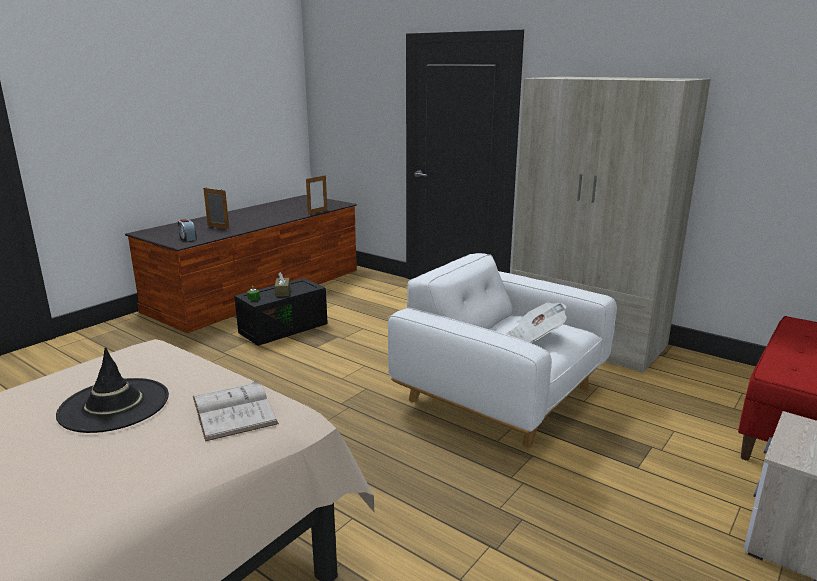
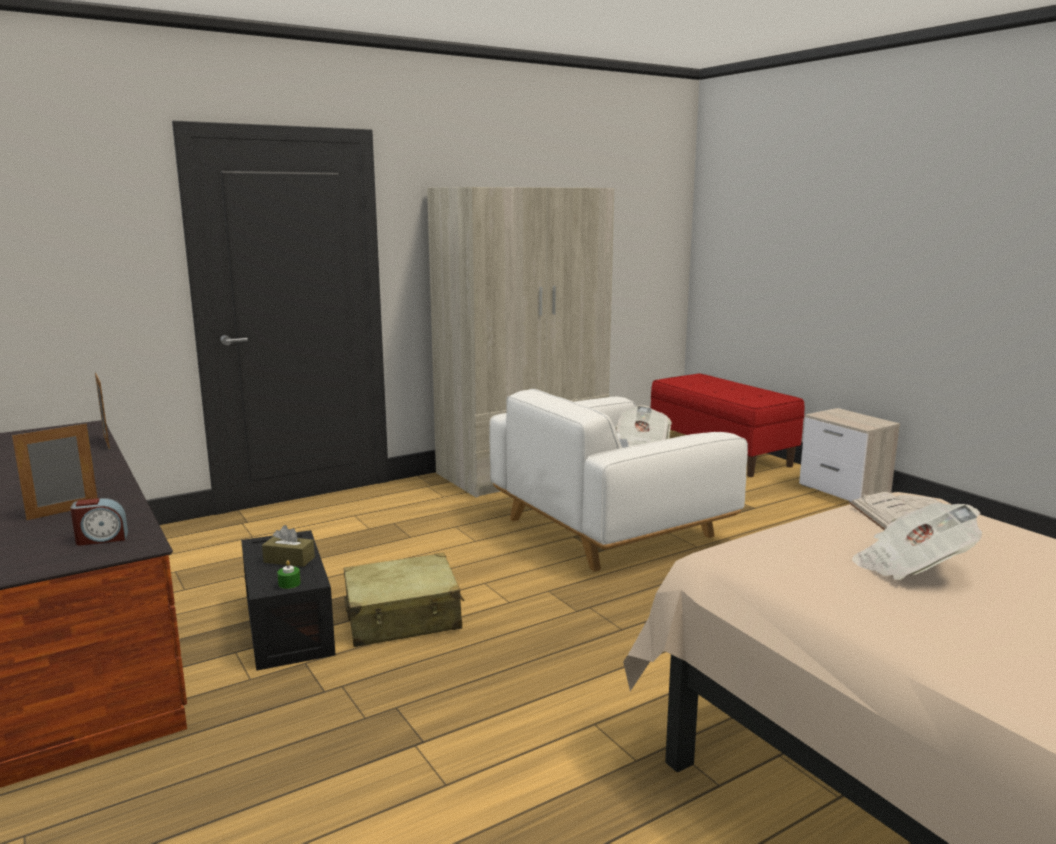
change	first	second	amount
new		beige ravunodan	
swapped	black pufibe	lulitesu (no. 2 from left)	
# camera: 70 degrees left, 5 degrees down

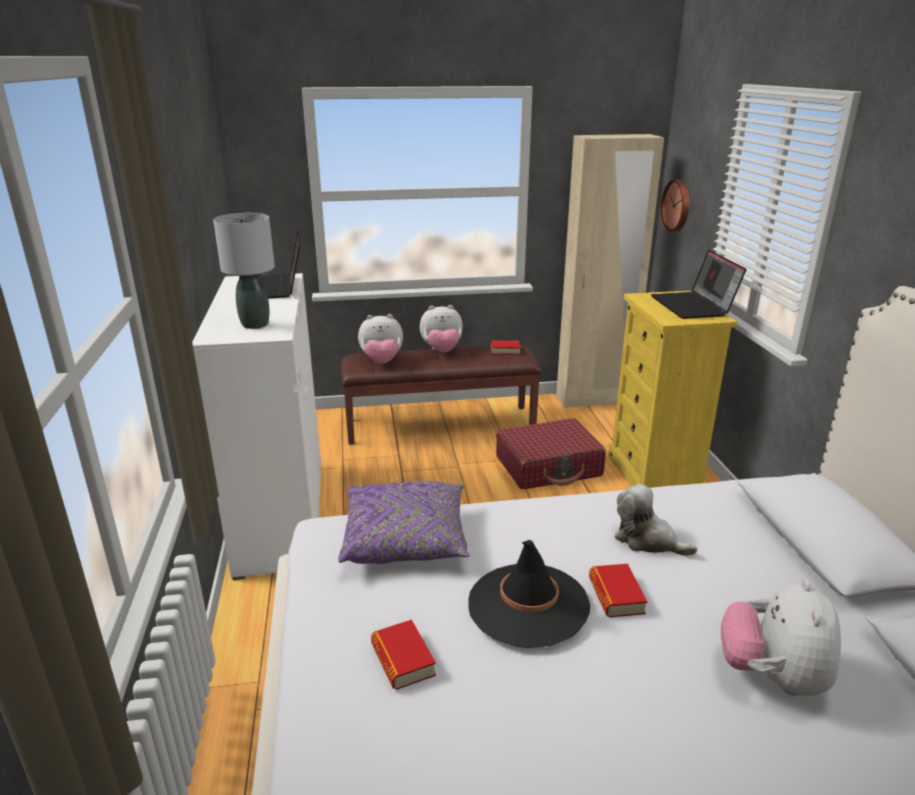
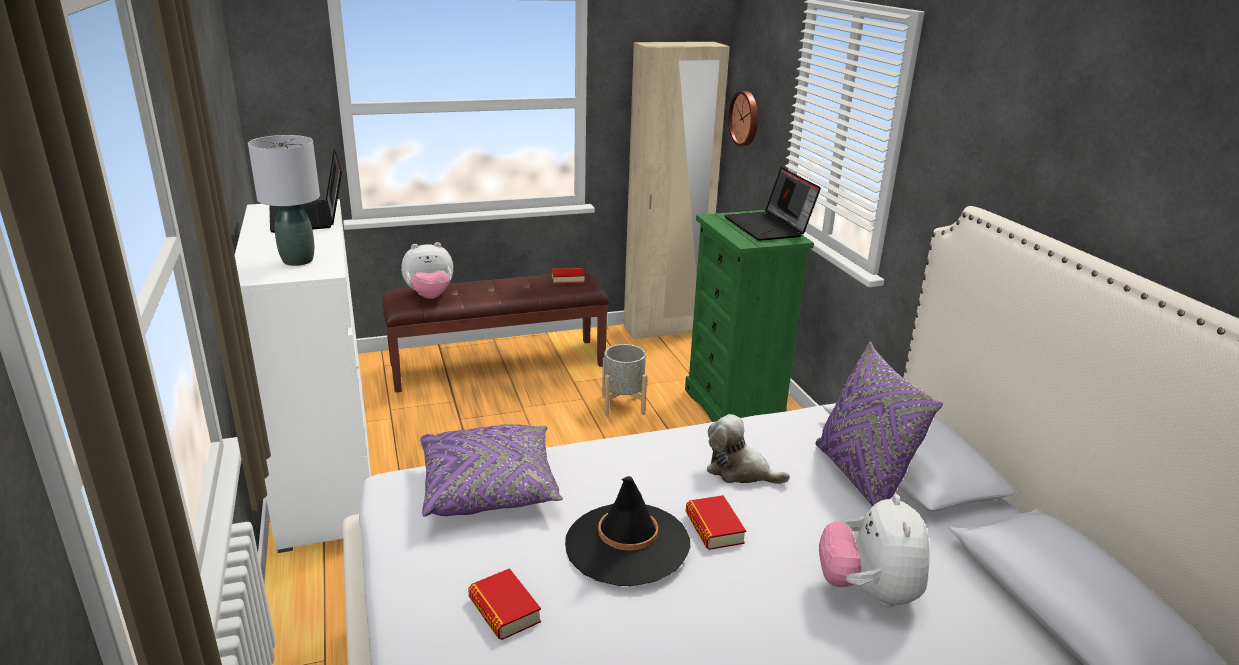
change	first	second	amount
swapped	red ravunodan	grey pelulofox	
repainted	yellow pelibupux	green pelibupux	
new		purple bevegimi (no. 2 from left)	
gone	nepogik (no. 2 from left)		
# camera: 10 degrees left, 0 degrees up

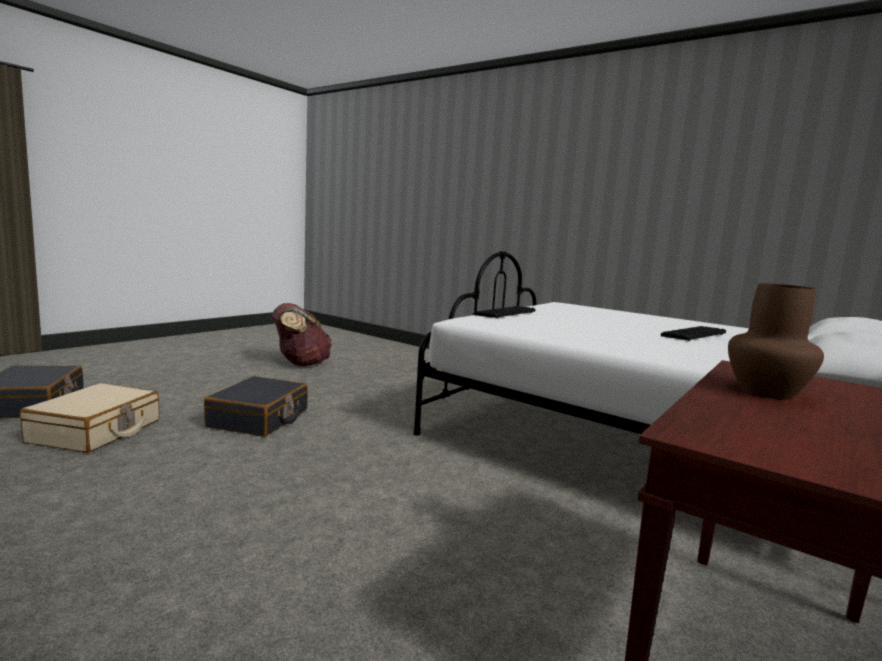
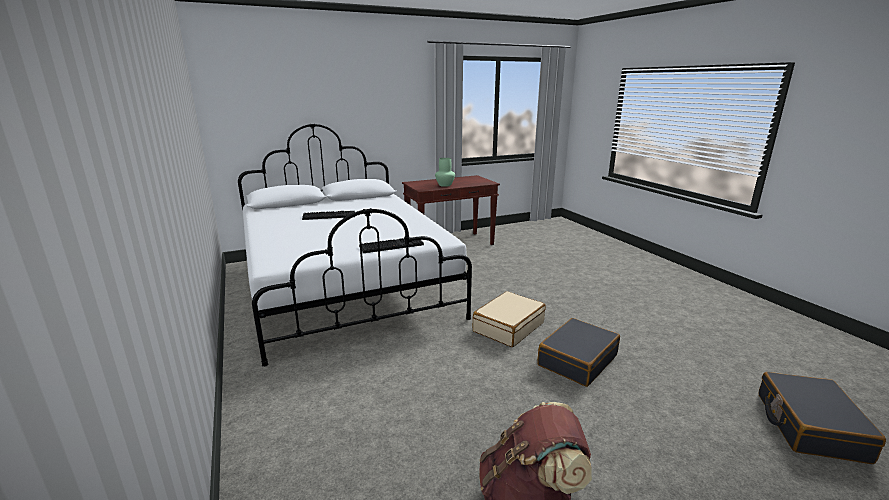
change	first	second	amount
repainted	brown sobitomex	green sobitomex	
shifted	beige ravunodan		
# camera: 150 degrees left, 10 degrees up

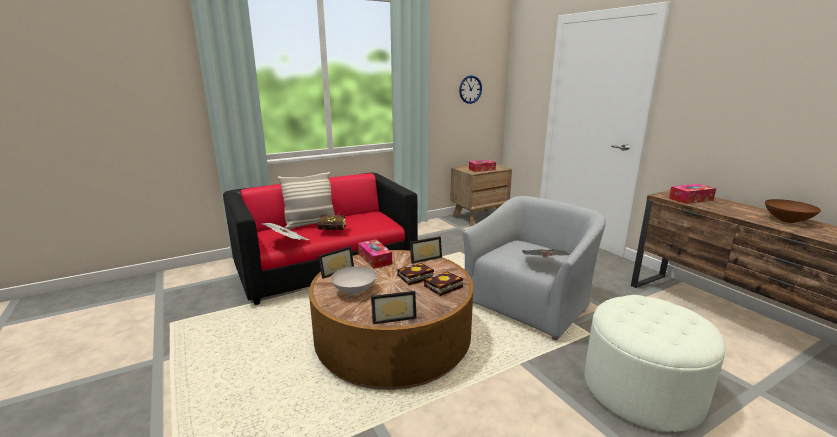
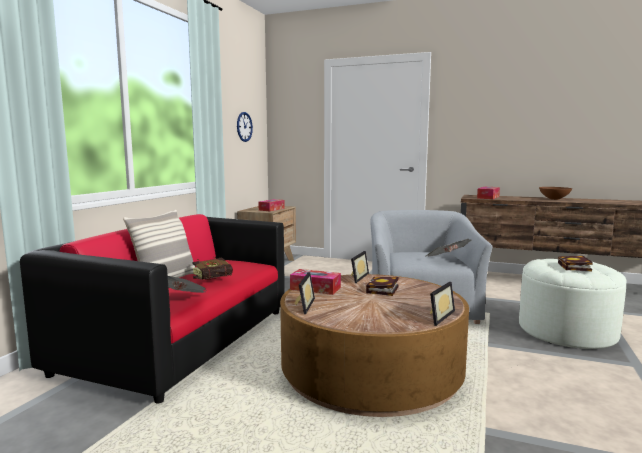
change	first	second	amount
shifted	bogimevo (no. 3 from left)		
gone	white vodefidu		
# camera: 40 degrees left, 10 degrees down

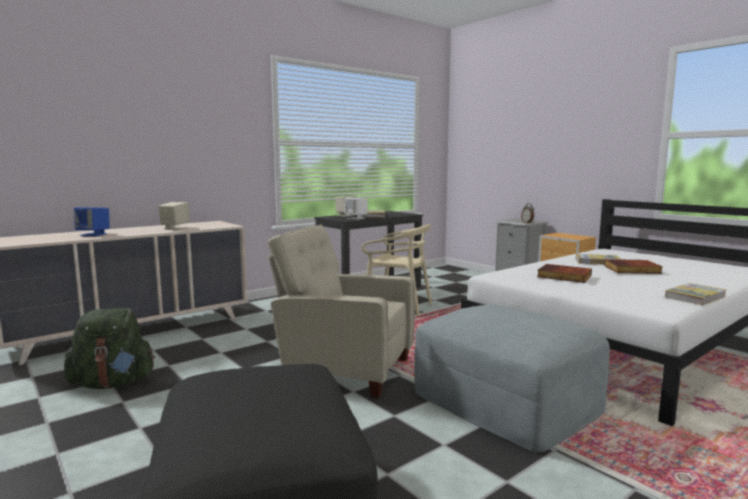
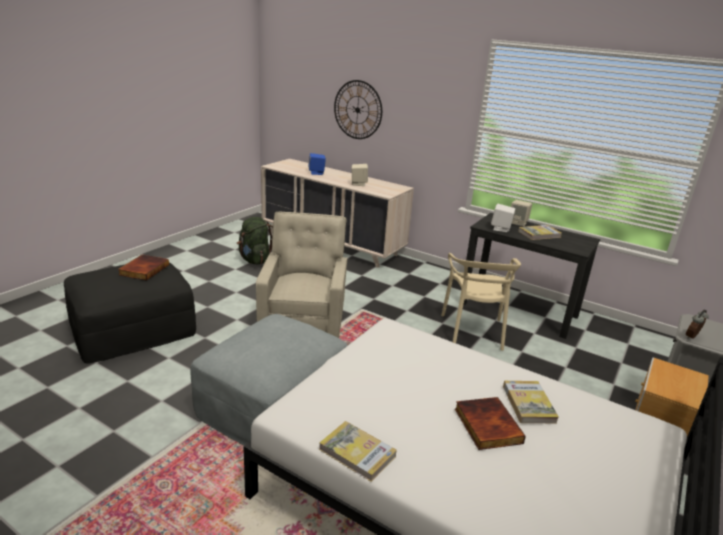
change	first	second	amount
shifted	bogimevo (no. 2 from left in the first image)	bogimevo (no. 1 from left)	
new		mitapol	
# camera: 70 degrees right, 15 degrees up

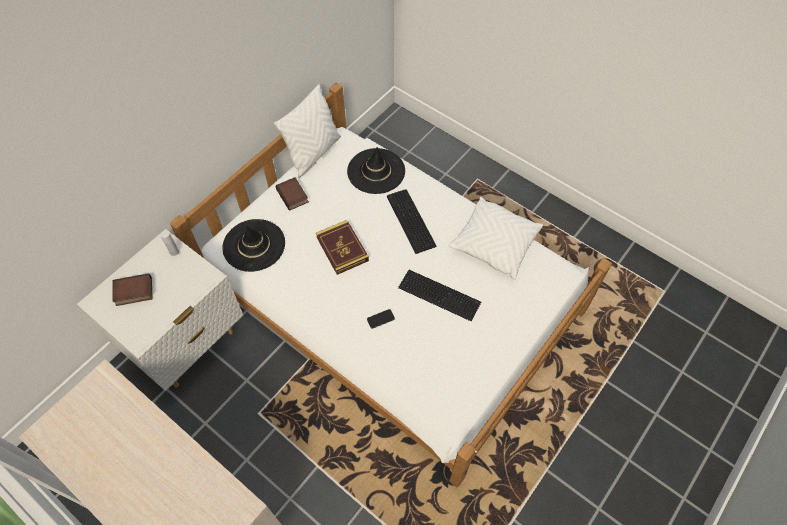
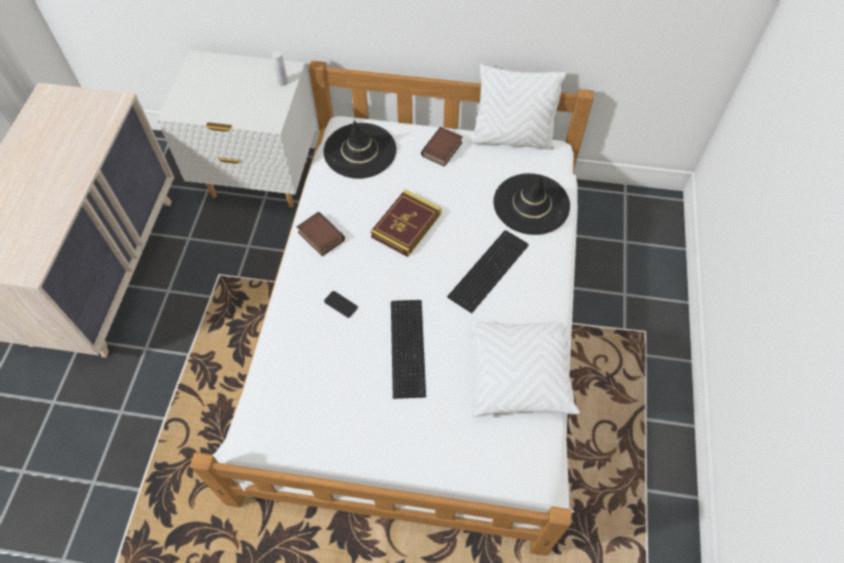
change	first	second	amount
shifted	bogimevo (no. 1 from left)		
# camera: 60 degrees right, 0 degrees up

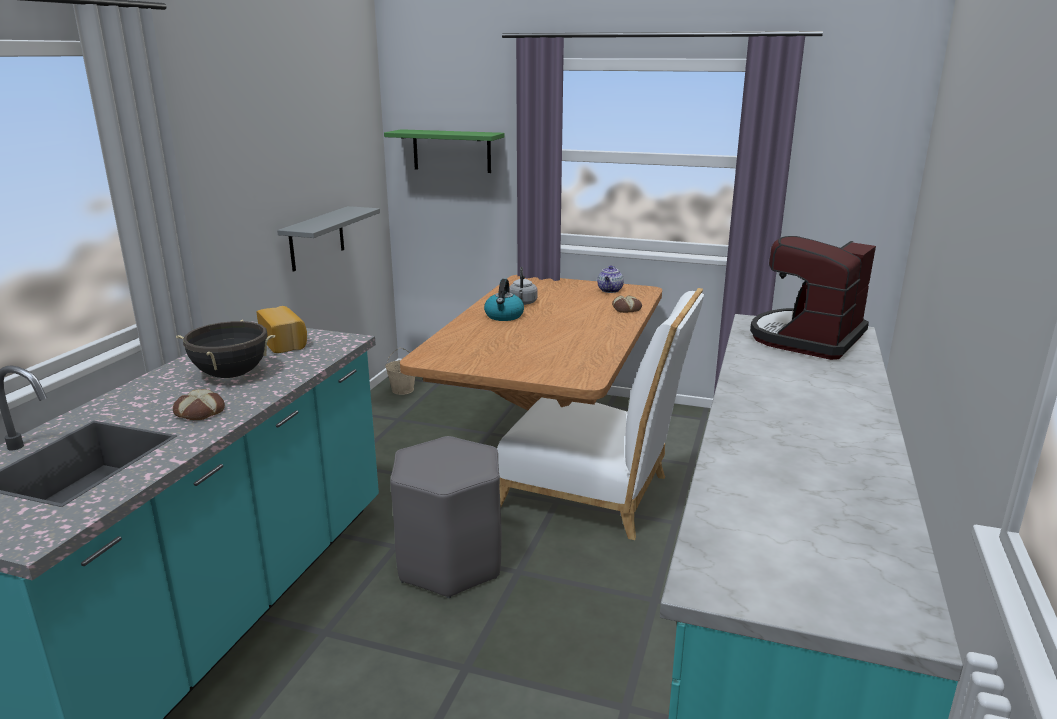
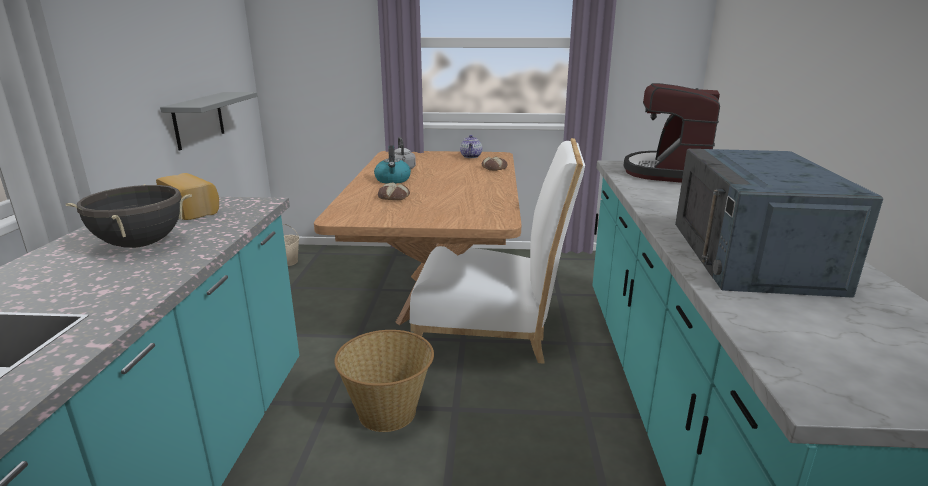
change	first	second	amount
swapped	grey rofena	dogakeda	
shifted	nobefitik (no. 1 from left in the first image)	nobefitik (no. 2 from left)	
new		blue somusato	
gone	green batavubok		
# camera: 15 degrees left, 0 degrees up

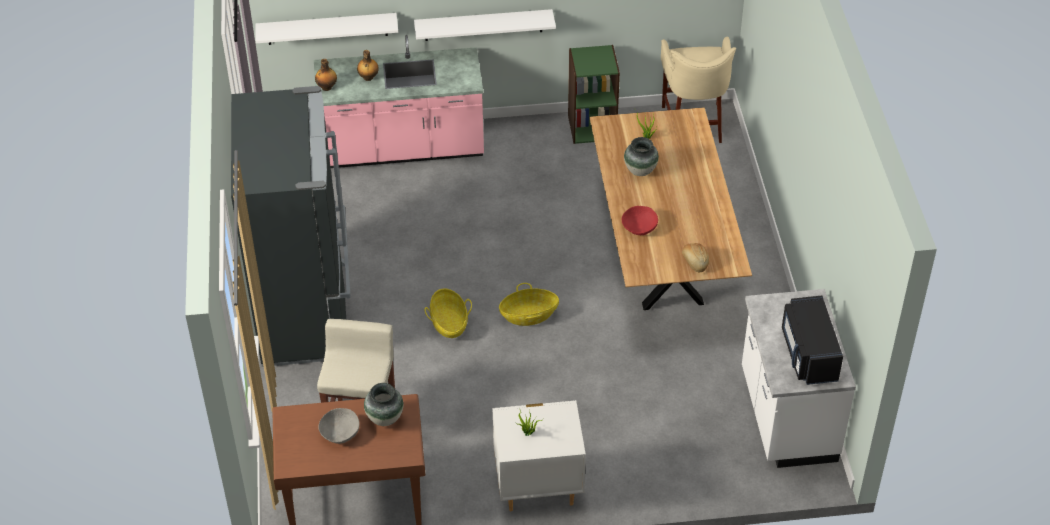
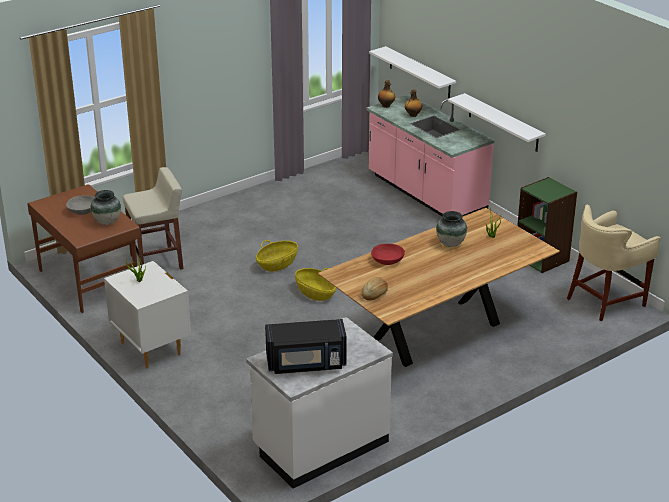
change	first	second	amount
rotated	black somusato		150 degrees counterclockwise
gone	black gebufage		
# camera: 60 degrees right, 15 degrees down

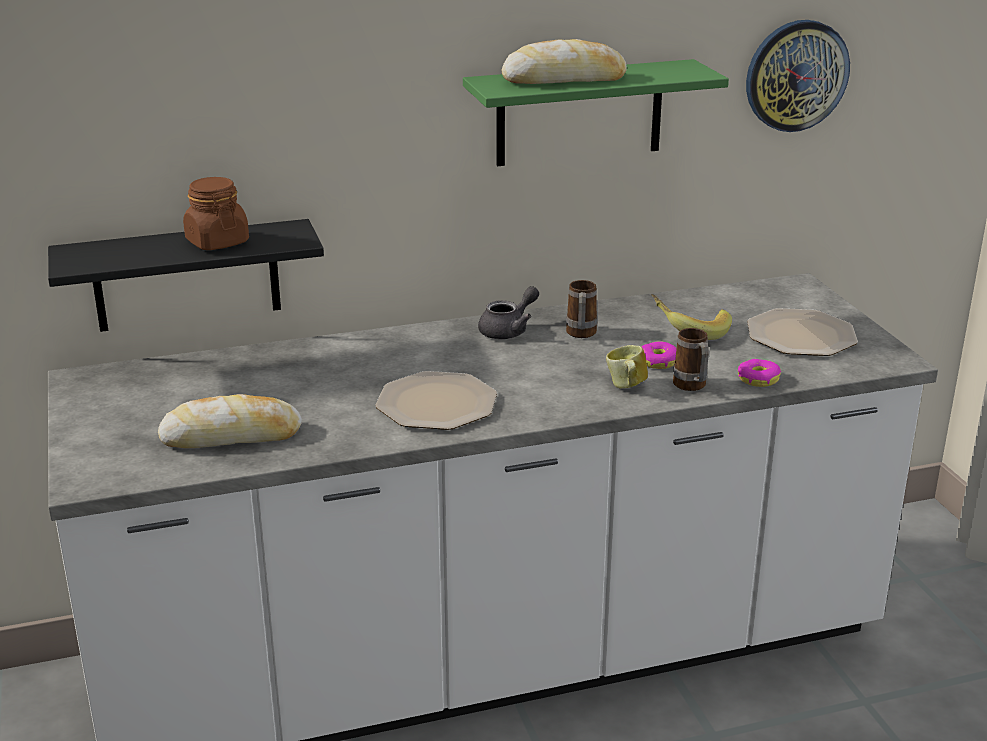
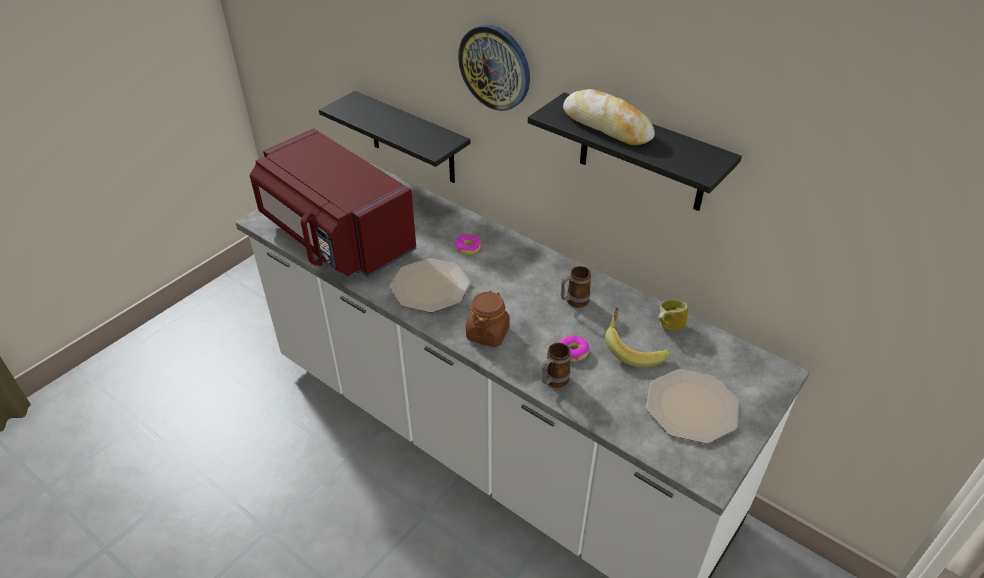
change	first	second	amount
swapped	nobefitik (no. 1 from left)	red somusato	
shifted	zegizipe (no. 2 from left in the first image)	zegizipe (no. 1 from left)	
shifted	mitapol		
shifted	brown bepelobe		
repainted	green batavubok	black batavubok (no. 2 from left)	
shifted	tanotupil (no. 2 from left in the first image)	tanotupil (no. 3 from left)	
gone	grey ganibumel		
# camera: 55 degrees right, 15 degrees up

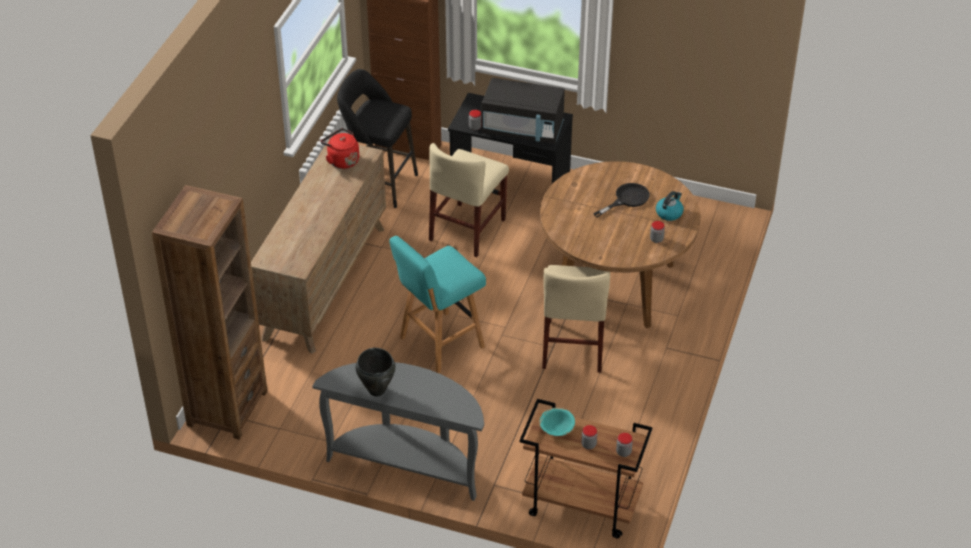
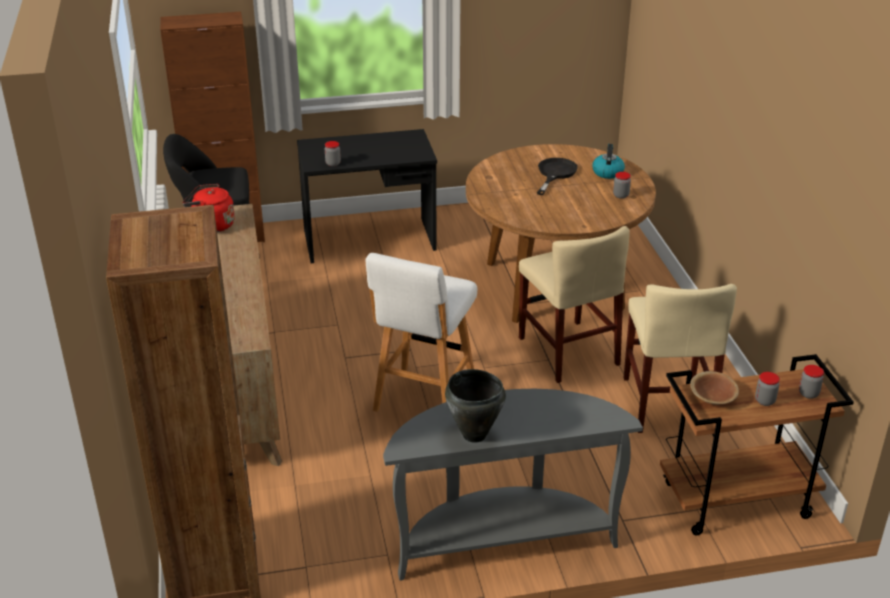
change	first	second	amount
repainted	turquoise rofena	white rofena	
shifted	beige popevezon (no. 1 from left in the first image)	beige popevezon (no. 2 from left)	
repainted	turquoise vodefidu	brown vodefidu	
gone	black somusato		
# camera: 30 degrees left, 10 degrees down

